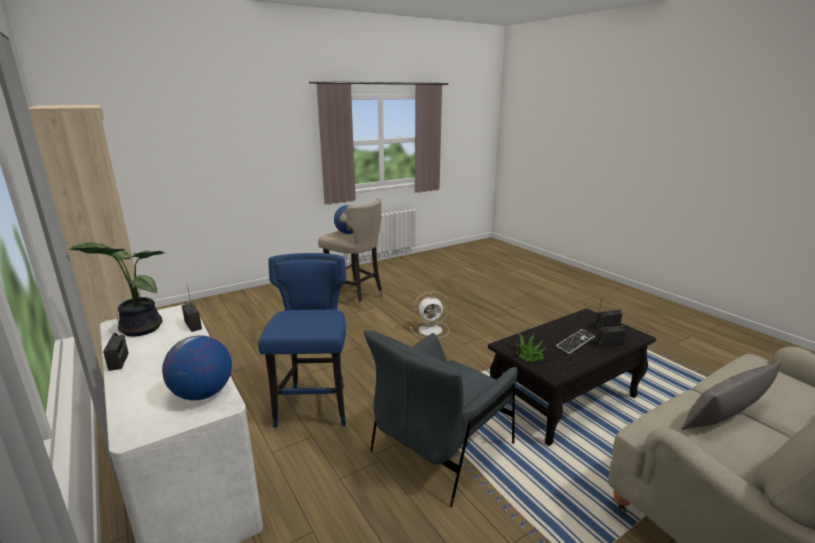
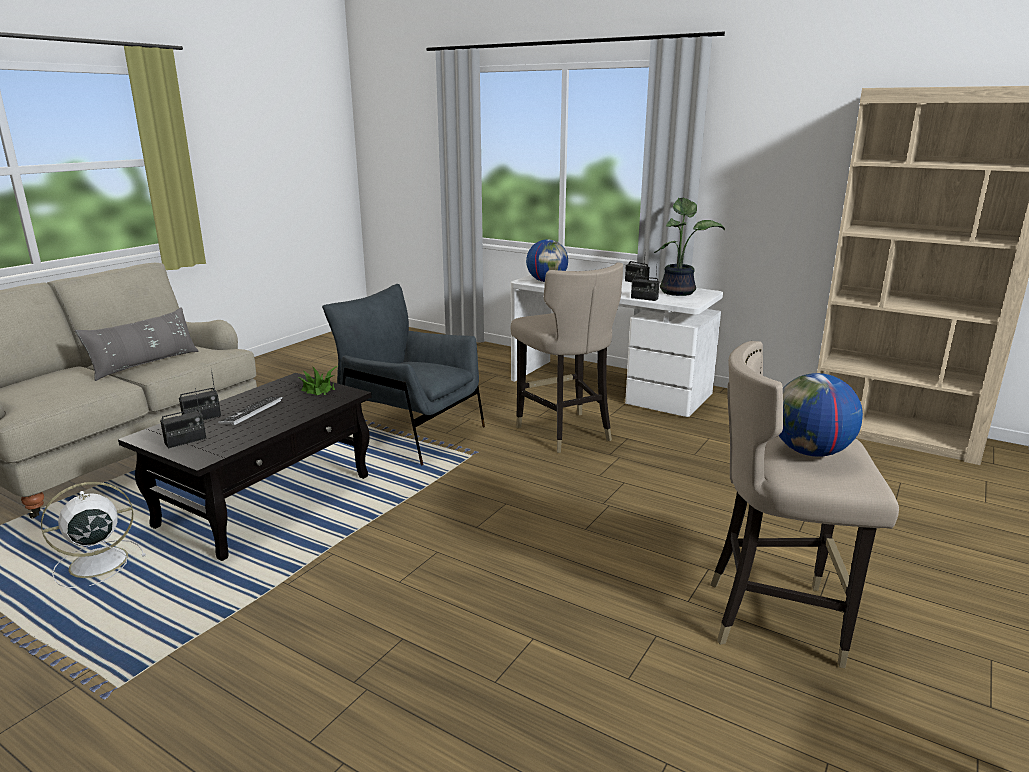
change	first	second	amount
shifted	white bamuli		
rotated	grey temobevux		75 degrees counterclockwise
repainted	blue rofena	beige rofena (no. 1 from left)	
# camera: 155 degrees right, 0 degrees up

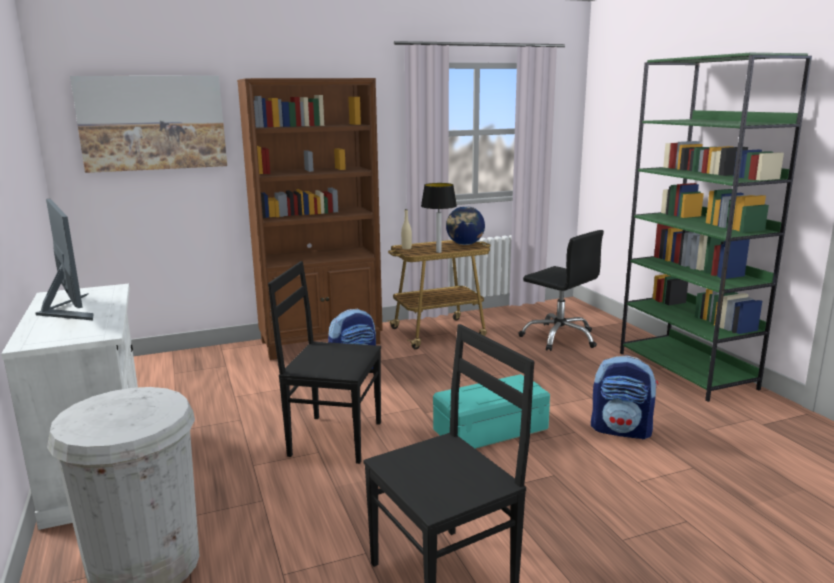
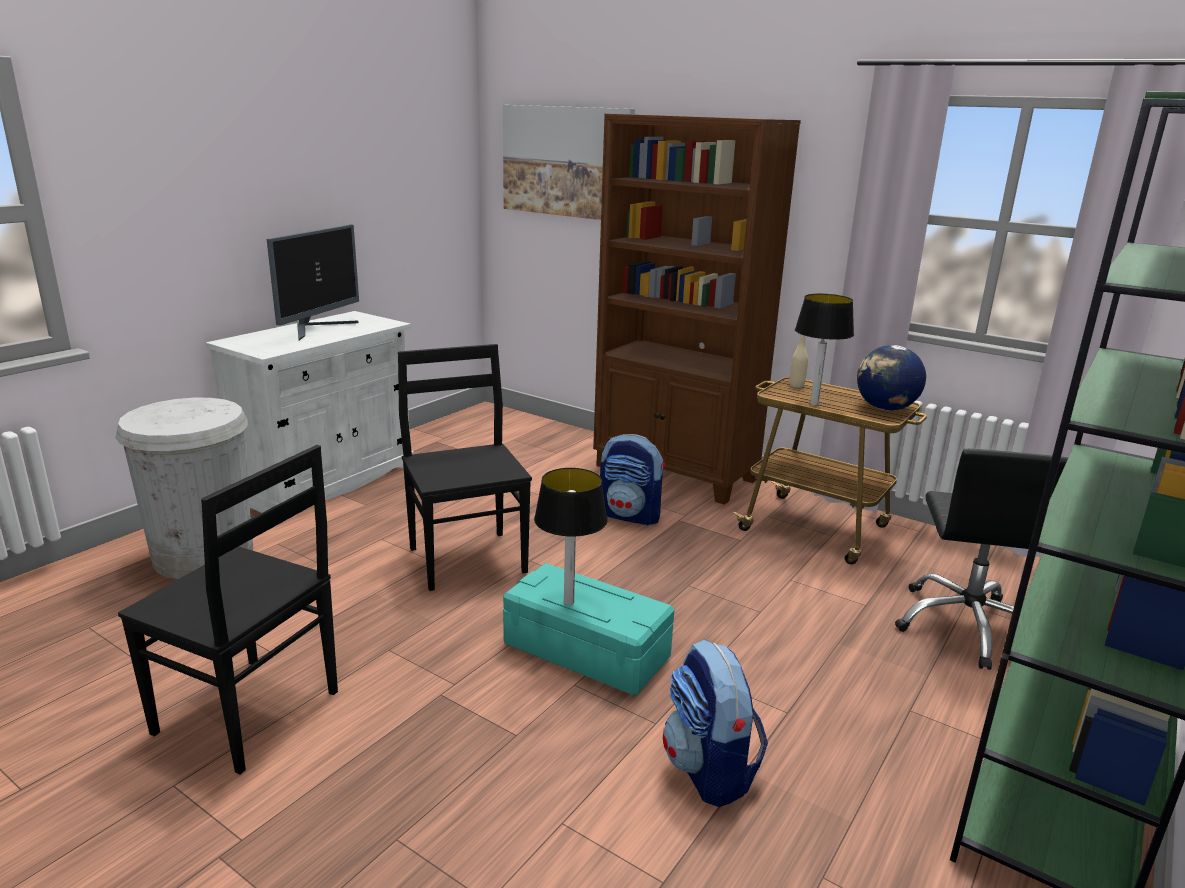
change	first	second	amount
new		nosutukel (no. 1 from left)	
# camera: 55 degrees right, 5 degrees up

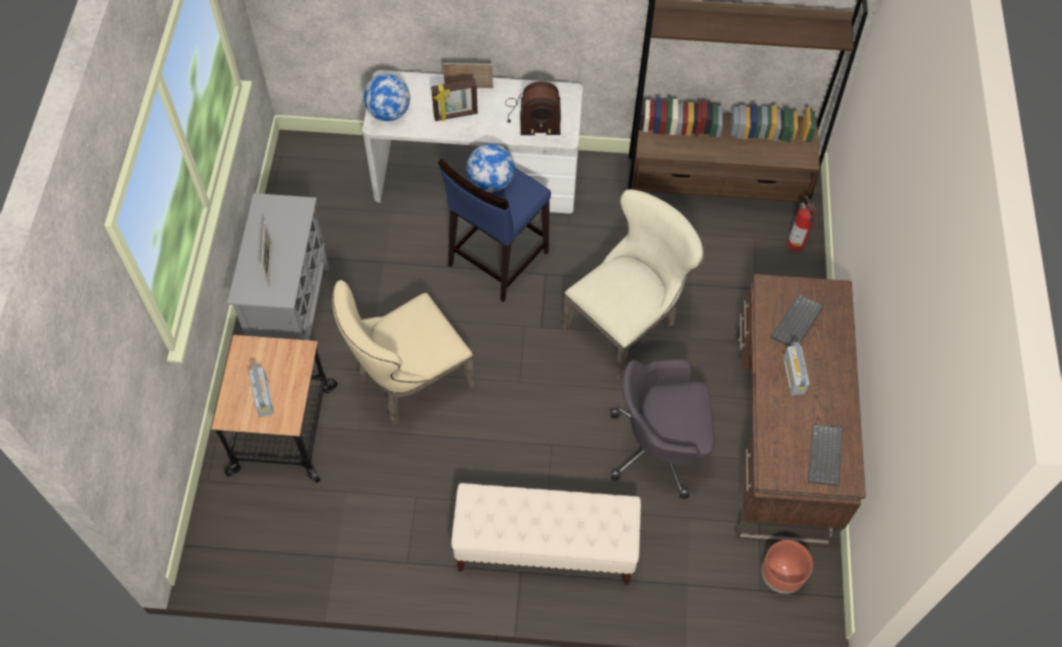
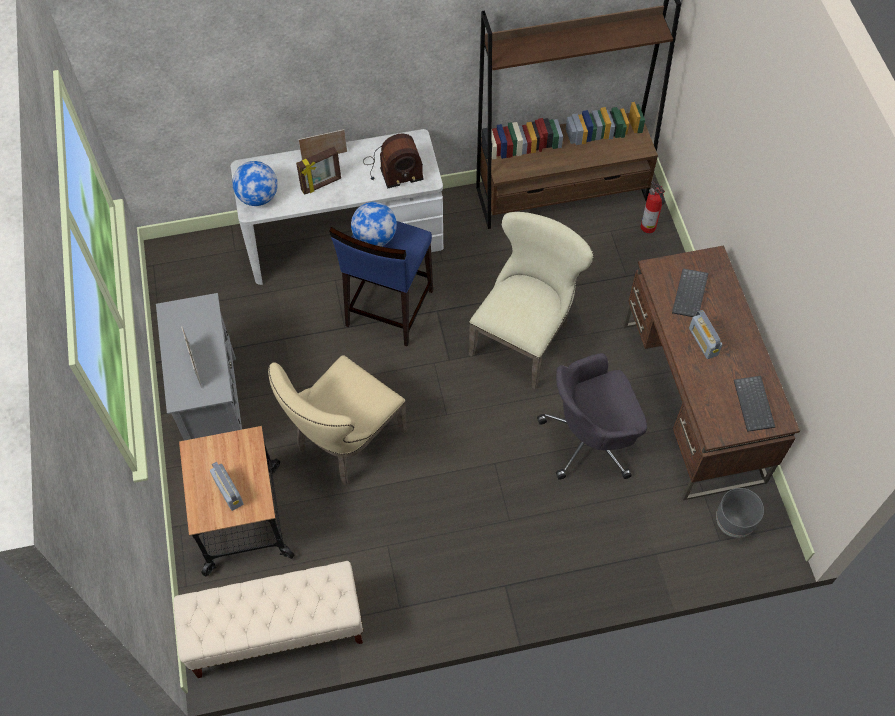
change	first	second	amount
shifted	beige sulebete		
repainted	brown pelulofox	grey pelulofox	
# camera: 15 degrees left, 0 degrees up

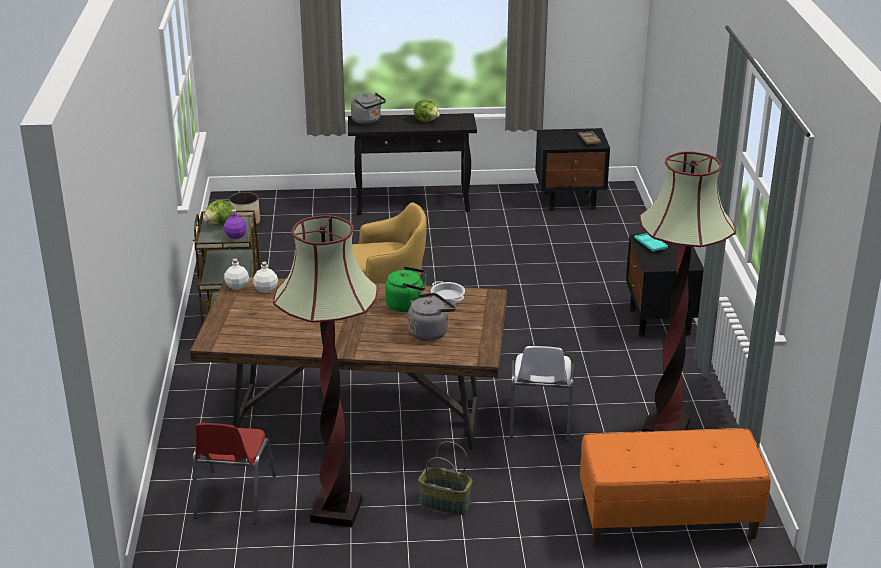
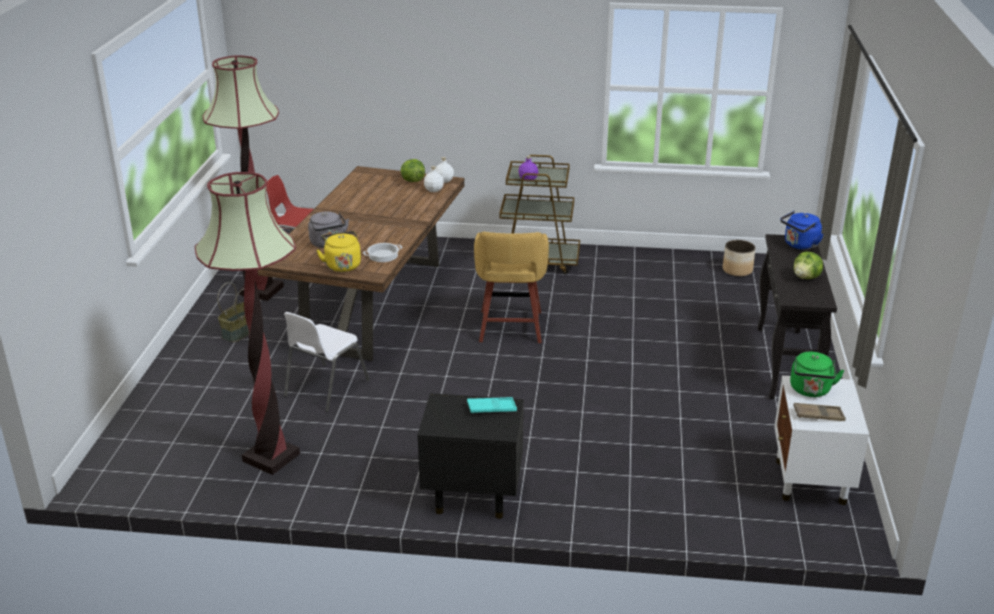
change	first	second	amount
rotated	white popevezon		75 degrees counterclockwise
new		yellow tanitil	
shifted	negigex (no. 1 from left)		
repainted	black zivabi (no. 1 from left)	white zivabi	
repainted	grey tanitil (no. 1 from left)	blue tanitil	
shifted	green tanitil		
gone	orange sulebete		
# camera: 100 degrees right, 0 degrees up

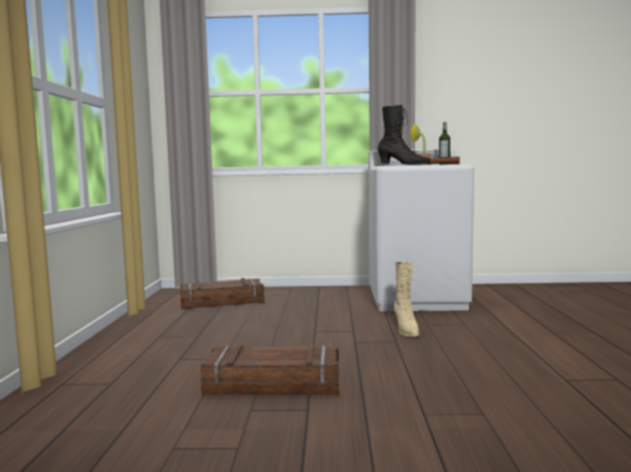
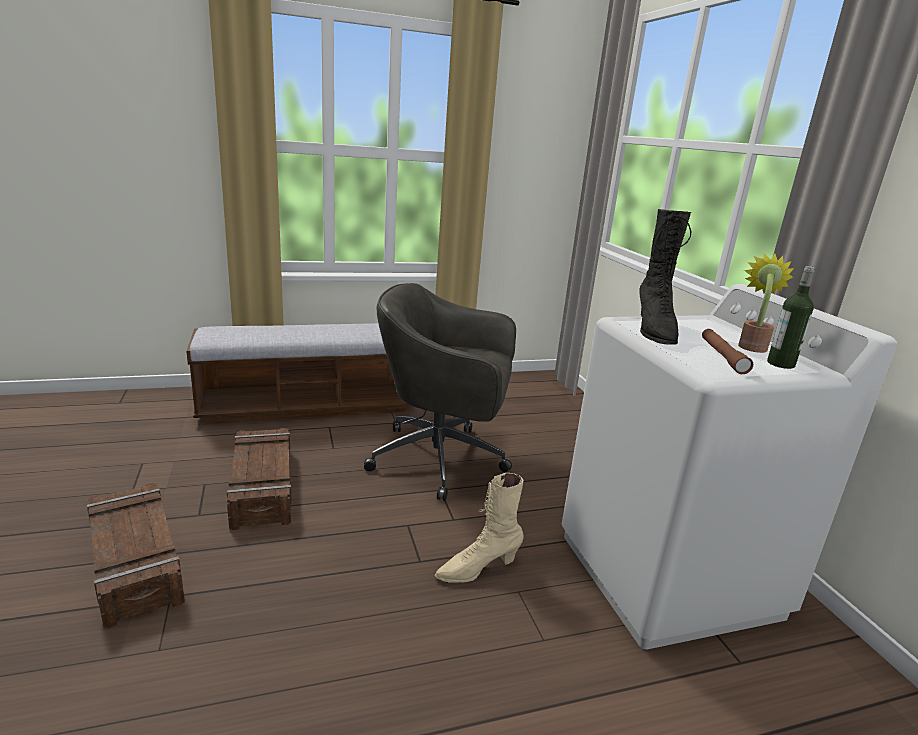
change	first	second	amount
shifted	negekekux (no. 1 from left)		
new		sulebete	
new		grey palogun	
# camera: 70 degrees right, 15 degrees up

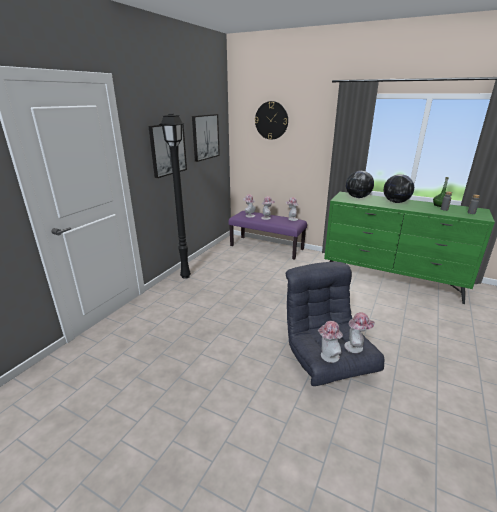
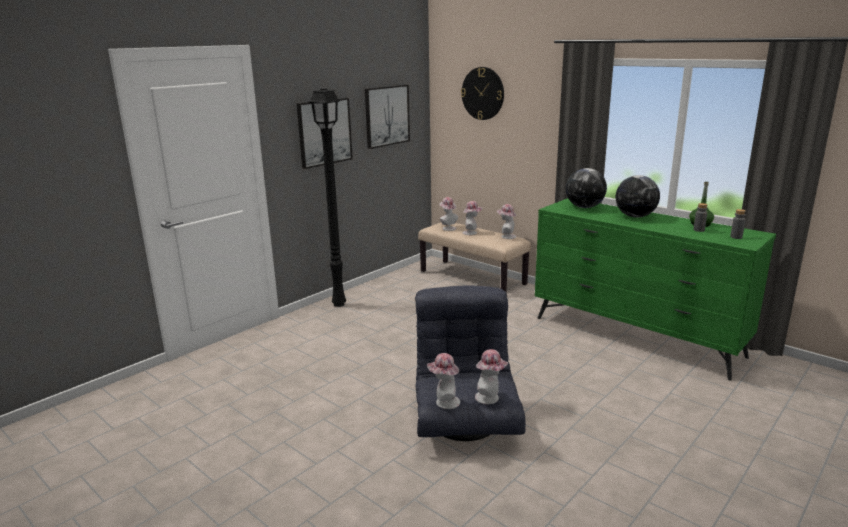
change	first	second	amount
repainted	purple sulebete	beige sulebete	
# camera: 15 degrees right, 5 degrees down

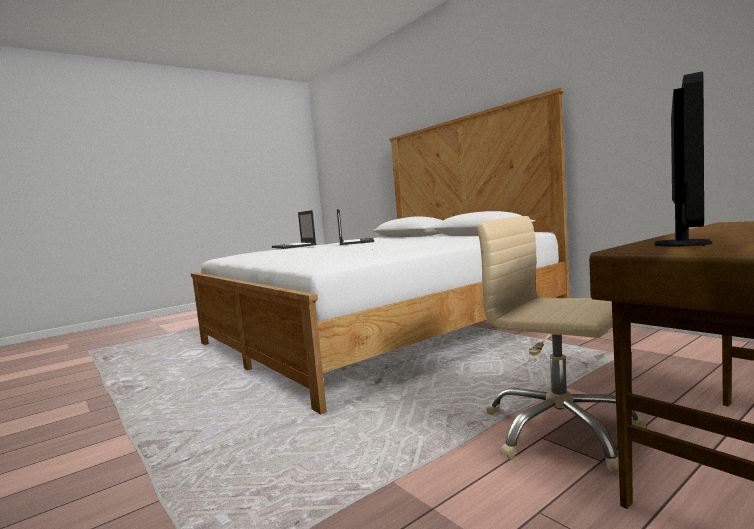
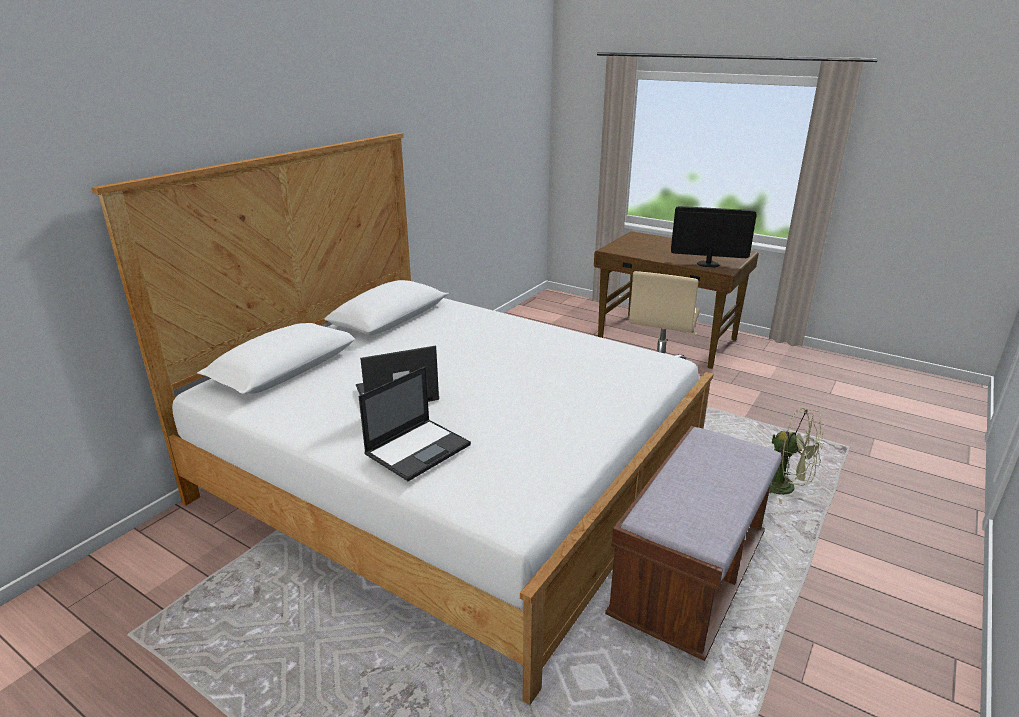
change	first	second	amount
new		brown sulebete	
new		green bamuli	
# camera: 110 degrees left, 20 degrees up

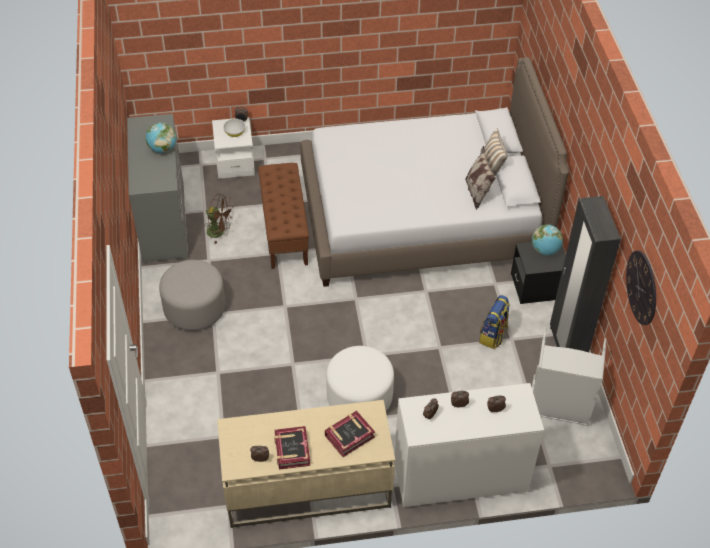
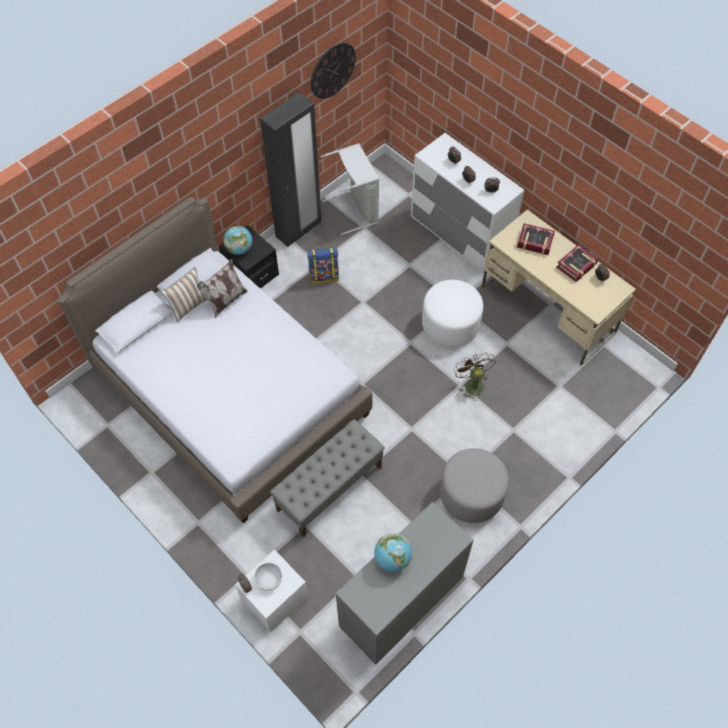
change	first	second	amount
repainted	brown sulebete	grey sulebete	
shifted	brown bamuli		
# camera: 125 degrees left, 10 degrees up

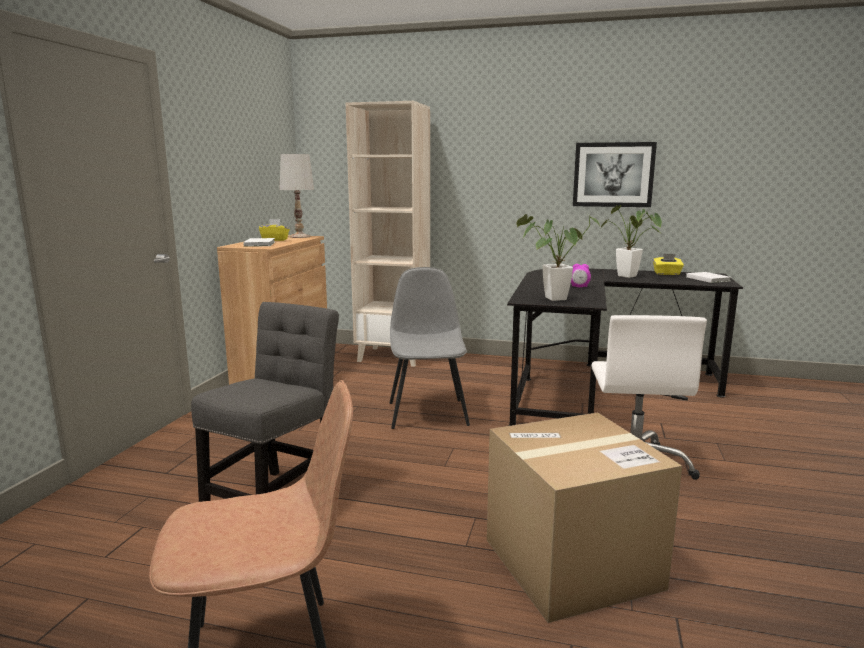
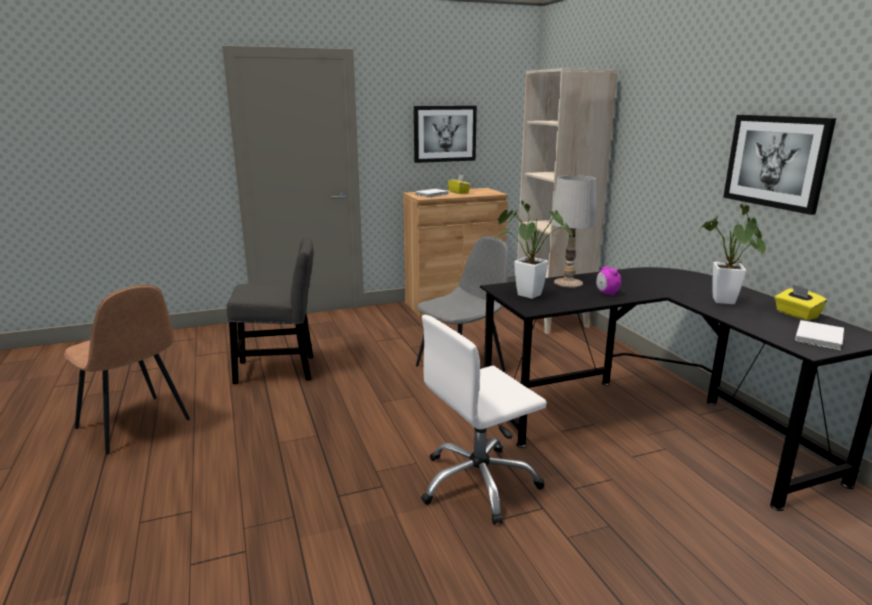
change	first	second	amount
new		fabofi (no. 1 from left)	
shifted	white nosutukel		
gone	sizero		
# camera: 55 degrees right, 5 degrees up

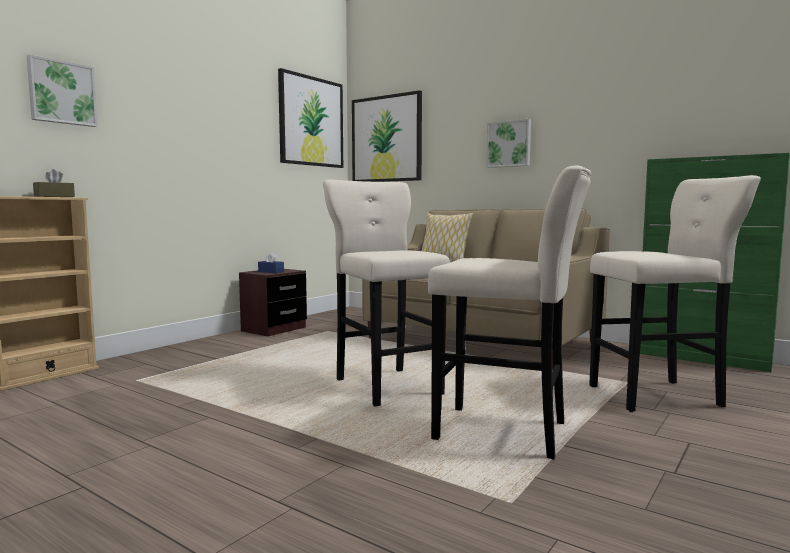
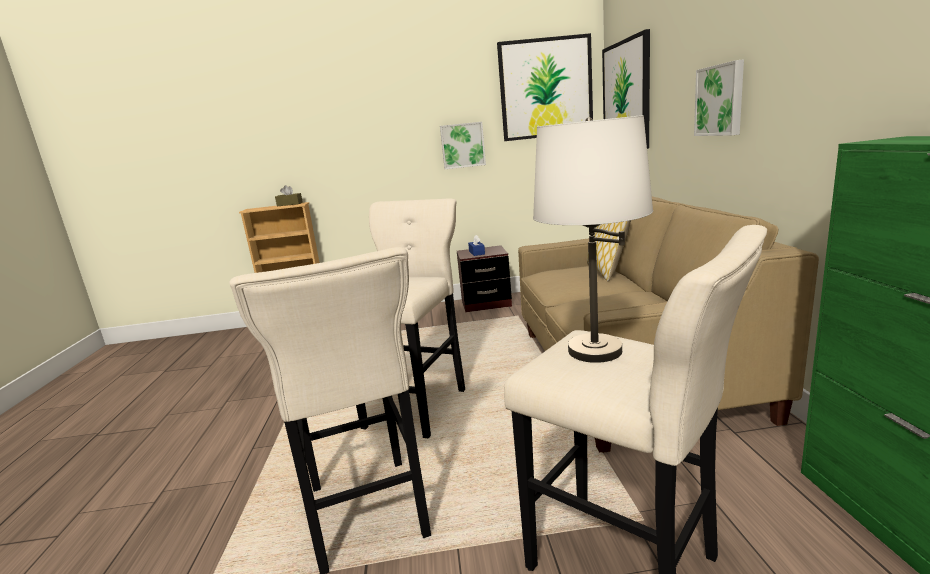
change	first	second	amount
shifted	fabofi (no. 1 from left)		
new		white nosutukel	
# camera: 50 degrees right, 10 degrees up

